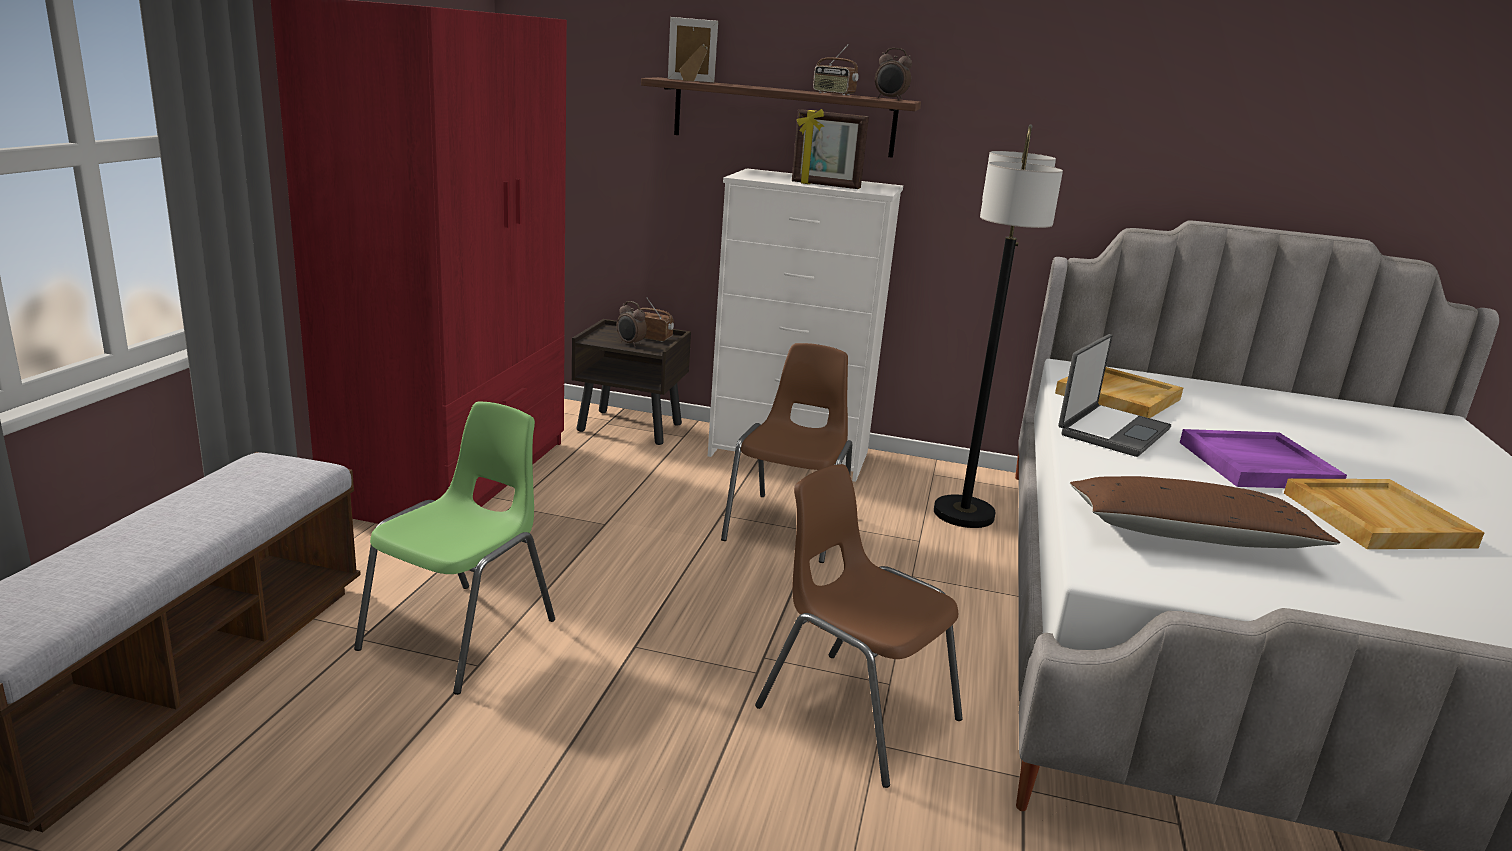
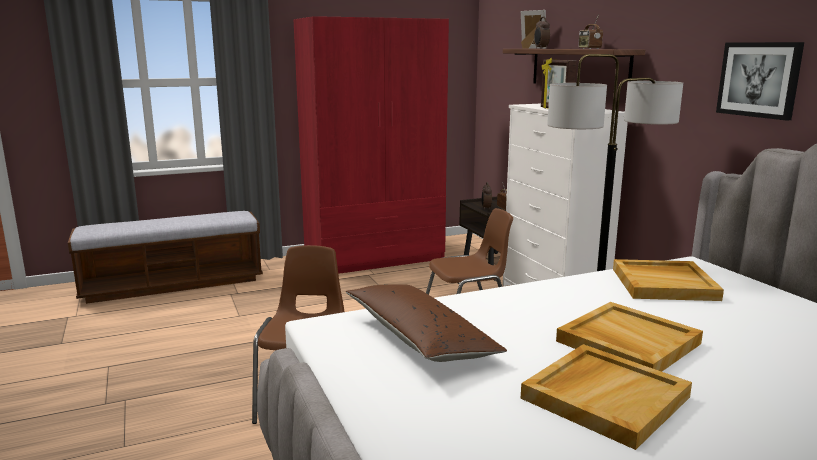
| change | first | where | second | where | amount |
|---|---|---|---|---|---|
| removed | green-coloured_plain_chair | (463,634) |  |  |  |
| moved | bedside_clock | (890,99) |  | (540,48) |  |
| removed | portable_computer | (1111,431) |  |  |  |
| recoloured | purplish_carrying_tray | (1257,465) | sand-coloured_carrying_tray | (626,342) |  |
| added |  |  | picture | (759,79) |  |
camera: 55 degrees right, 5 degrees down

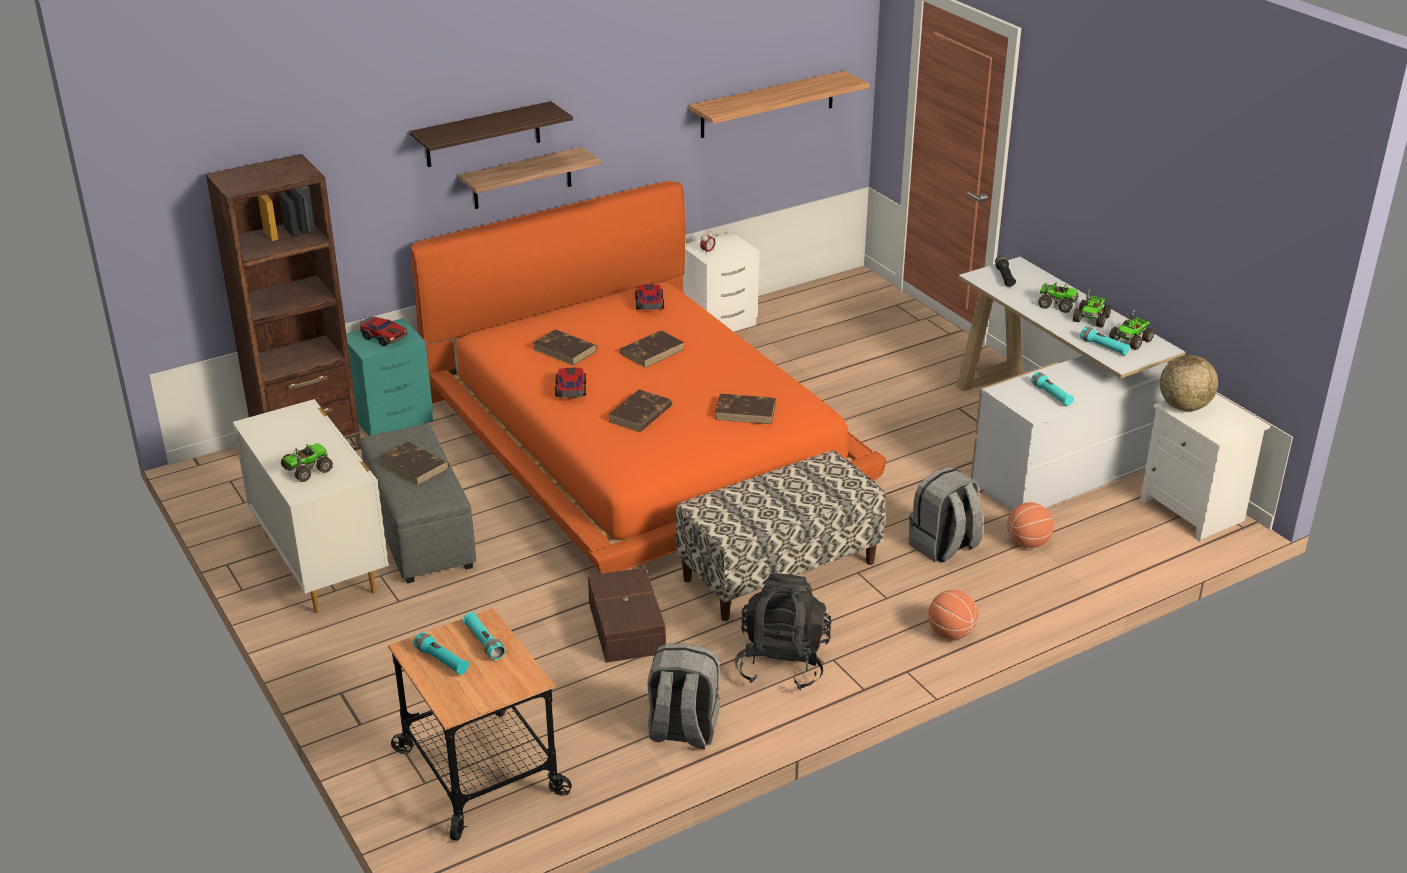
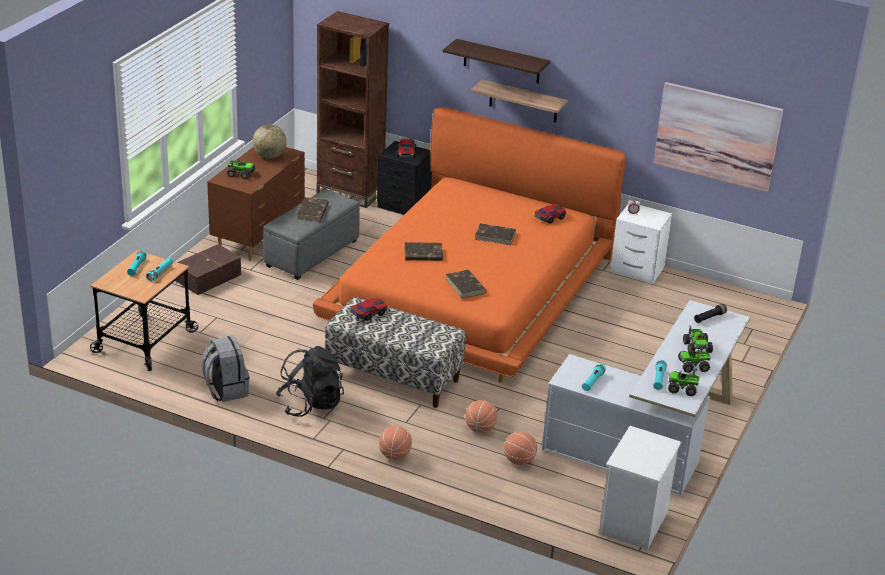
| change | first | where | second | where | amount |
|---|---|---|---|---|---|
| recoloured | white-coloured_dresser | (320,562) | brown-coloured_dresser | (259,236) |  |
| recoloured | turquoise-coloured_nightstand | (394,418) | blackish_nightstand | (404,206) |  |
| removed | brown-coloured_volume | (565,350) |  |  |  |
| moved | model_car | (570,389) |  | (368,313) |  |
| moved | brown-coloured_storage_bin | (625,628) |  | (207,277) |  |
| replaced | bracket_shelf | (767,104) | picture | (717,136) |  |
| replaced | greyish_rucksack | (943,547) | basketball_ball | (480,429) |  |
| moved | desk_globe | (1184,407) |  | (269,156) |  |
camera: 55 degrees right, 0 degrees up

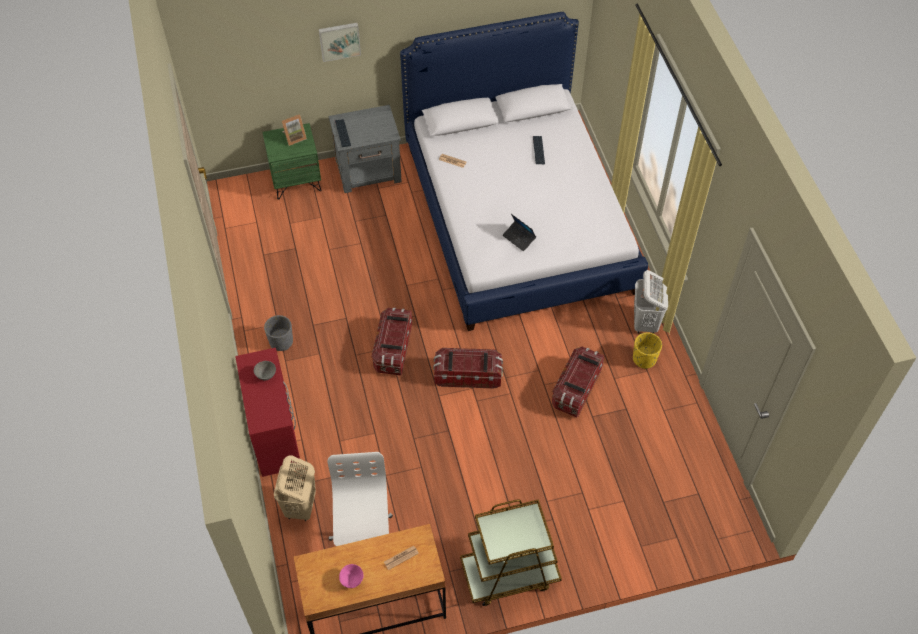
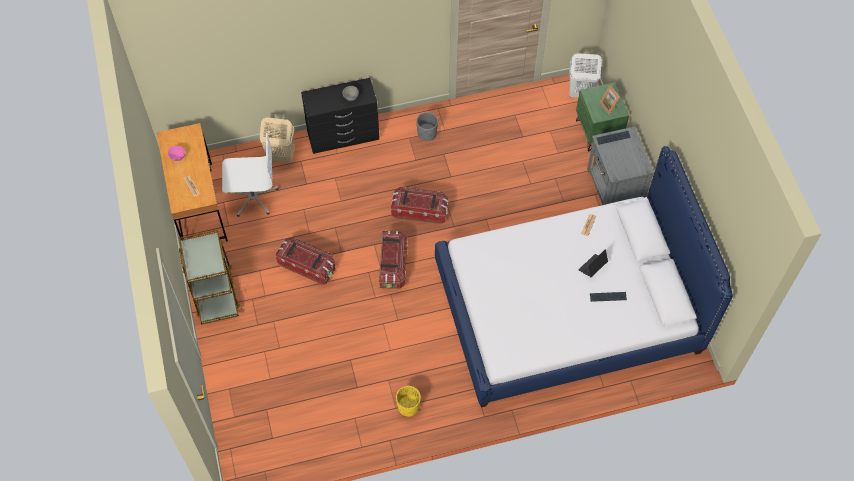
| change | first | where | second | where | amount |
|---|---|---|---|---|---|
| recoloured | red-coloured_dresser | (275,433) | blackish_dresser | (343,136) |  |
| removed | picture | (339,40) |  |  |  |
| moved | portable_computer | (519,238) |  | (592,267) |  |
| moved | storage_bin | (576,389) |  | (307,266) |  |
| moved | white-coloured_hamper | (645,323) |  | (580,92) |  |
camera: 90 degrees right, 5 degrees up

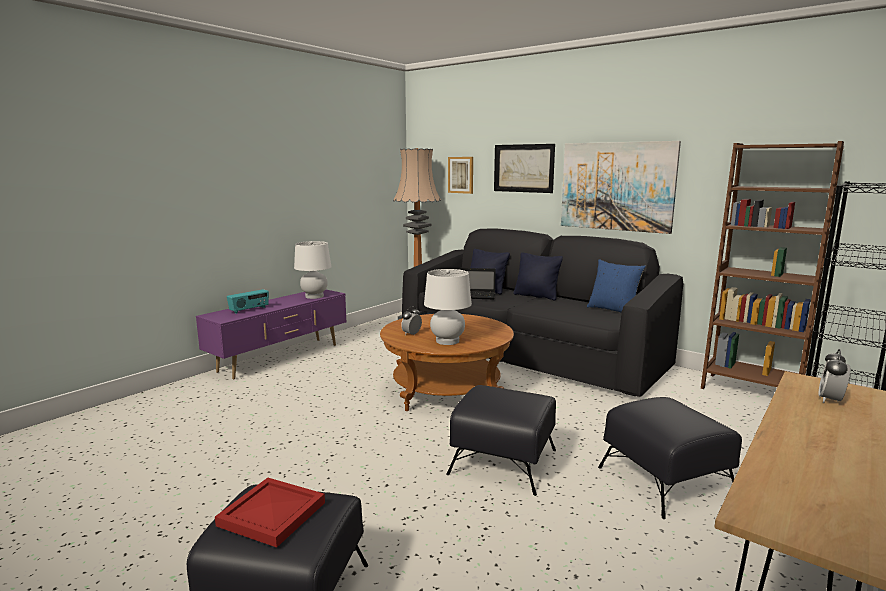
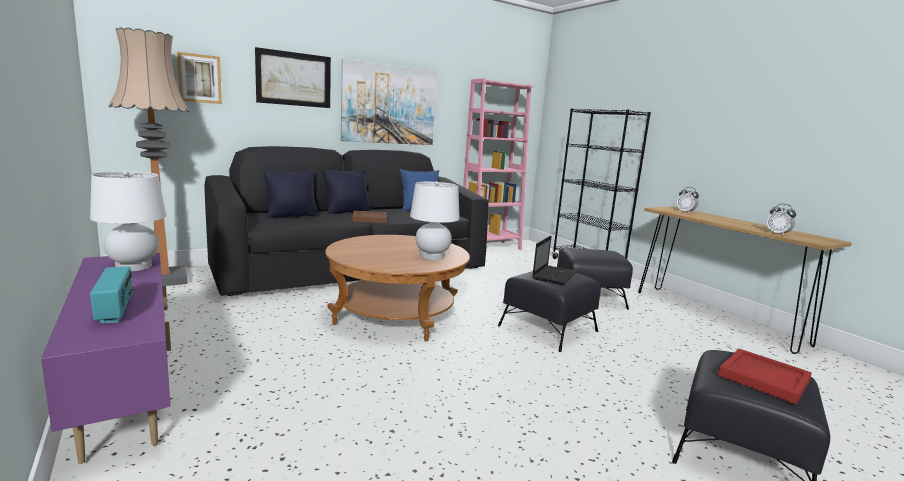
| change | first | where | second | where | amount |
|---|---|---|---|---|---|
| moved | bedside_clock | (411,334) |  | (778,234) |  |
| moved | portable_computer | (477,296) |  | (554,275) |  |
| recoloured | brown-coloured_shelving_unit | (750,391) | pink-coloured_shelving_unit | (490,247) |  |
| added |  |  | brown-coloured_carrying_tray | (369,219) |  |
camera: 70 degrees left, 0 degrees up

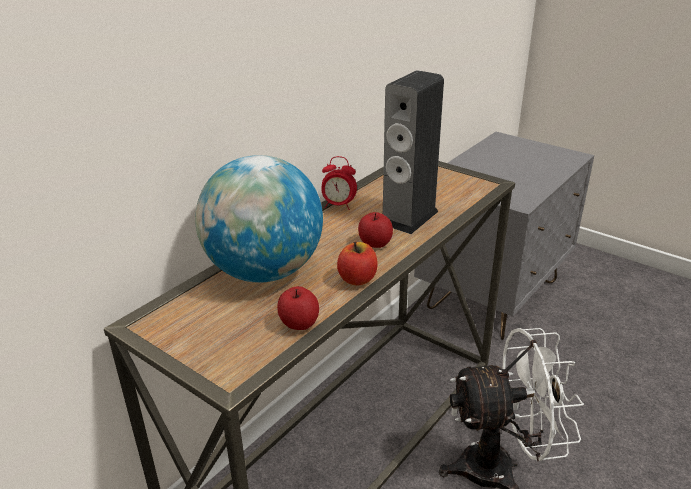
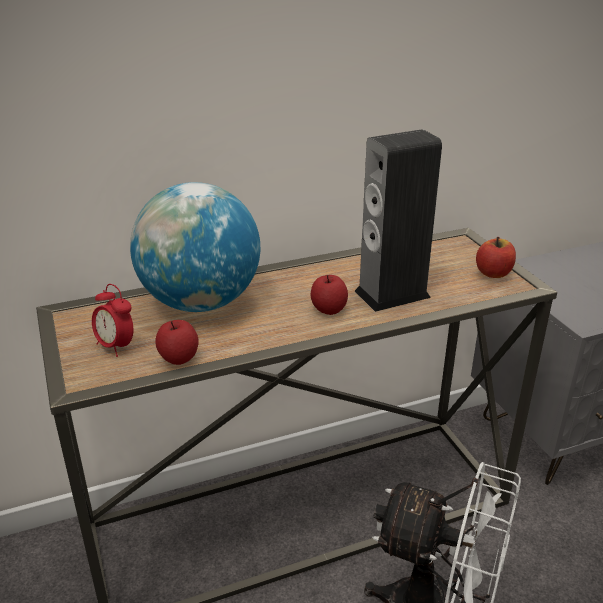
| change | first | where | second | where | amount |
|---|---|---|---|---|---|
| moved | bedside_clock | (338,206) |  | (116,346) |  |
| moved | whole_apple | (357,279) |  | (493,273) |  |
camera: 30 degrees right, 0 degrees up

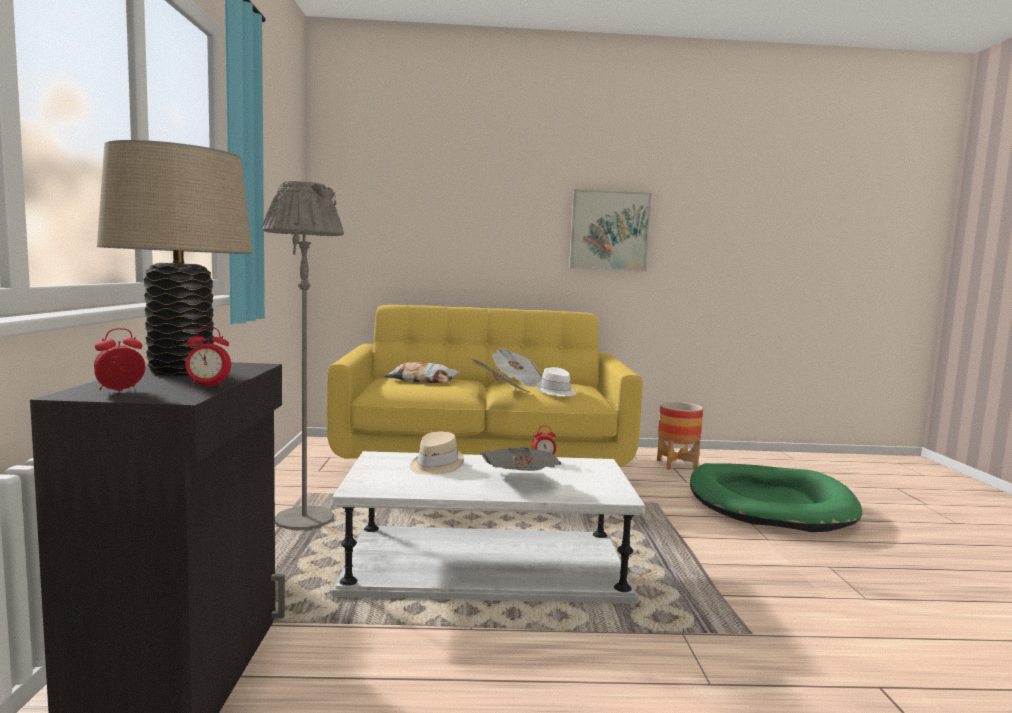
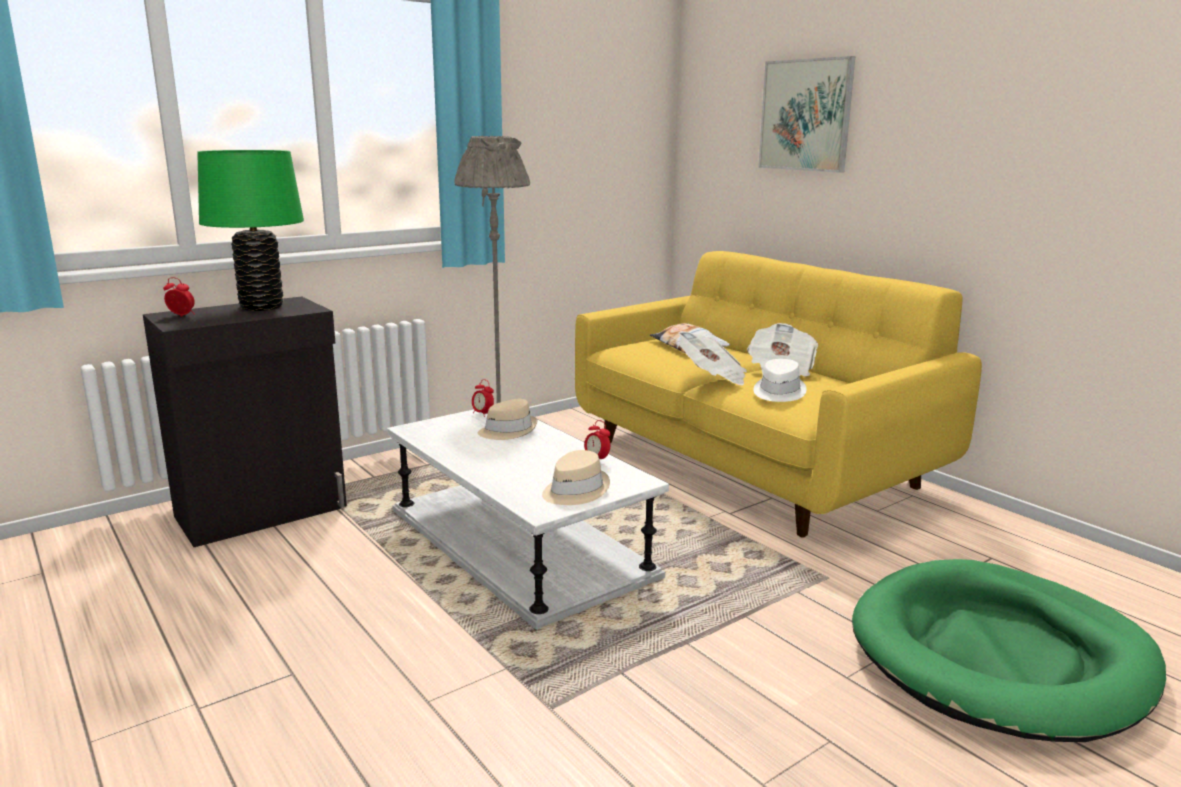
| change | first | where | second | where | amount |
|---|---|---|---|---|---|
| recoloured | sand-coloured_tabletop_lamp | (181,371) | green-coloured_tabletop_lamp | (261,307) |  |
| moved | bedside_clock | (207,387) |  | (483,414) |  |
| removed | printed_paper | (520,482) |  |  |  |
| moved | picture | (609,231) |  | (805,115) |  |
| removed | plant_pot | (677,465) |  |  |  |
| added |  |  | sand-coloured_clothing_hat | (574,491) |  |
camera: 55 degrees right, 10 degrees up

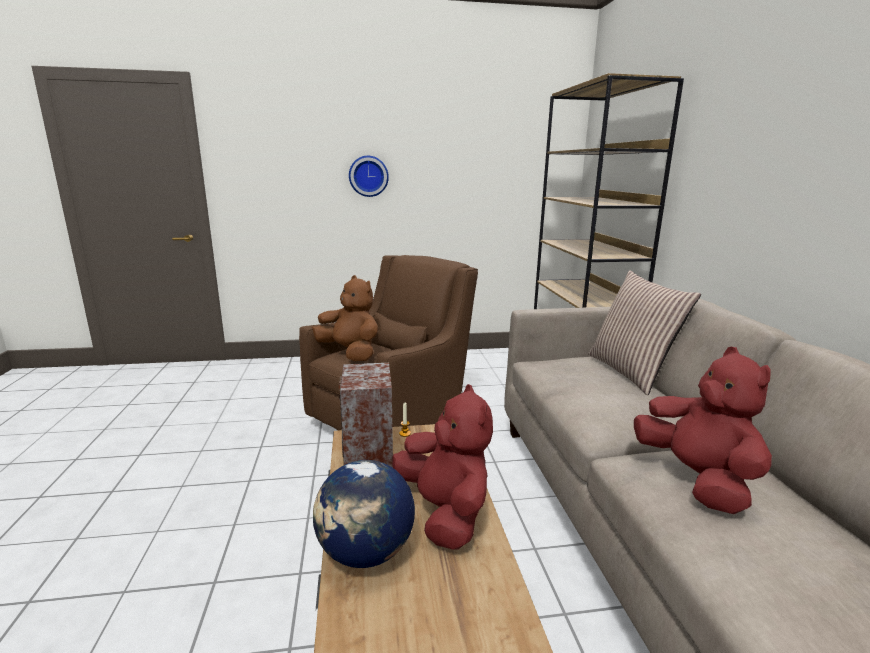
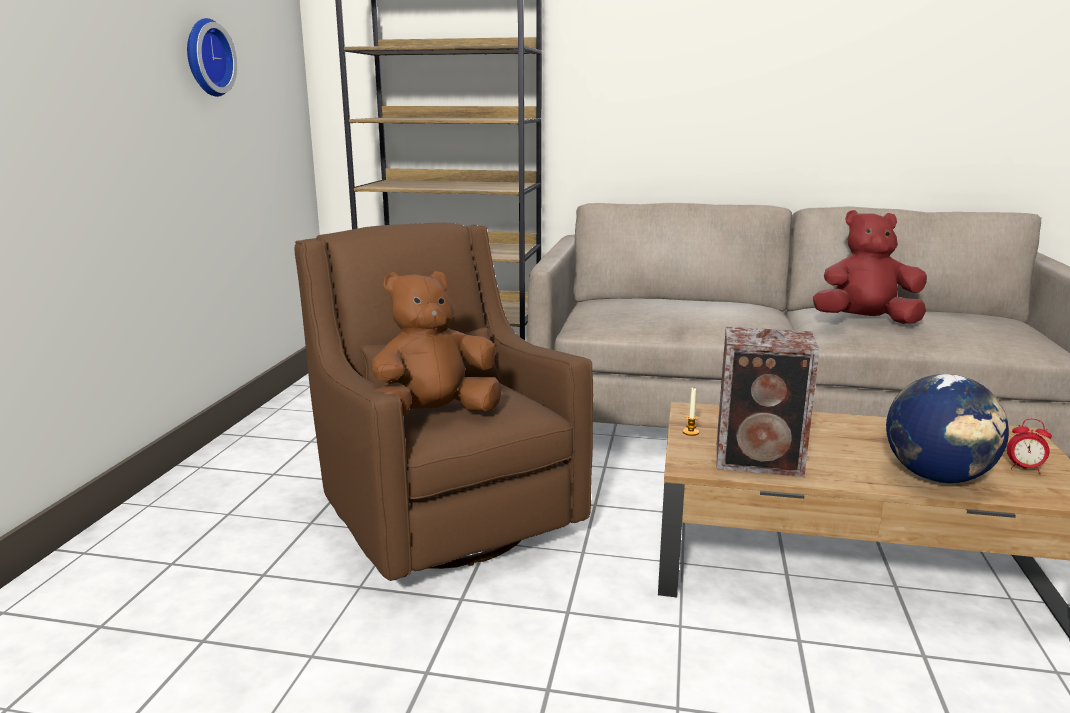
| change | first | where | second | where | amount |
|---|---|---|---|---|---|
| moved | wall_clock | (368,176) |  | (206,58) |  |
| removed | red-coloured_cuddly_toy | (445,512) |  |  |  |
| removed | pillow | (631,372) |  |  |  |
| added |  |  | bedside_clock | (1024,469) |  |
camera: 70 degrees left, 0 degrees up

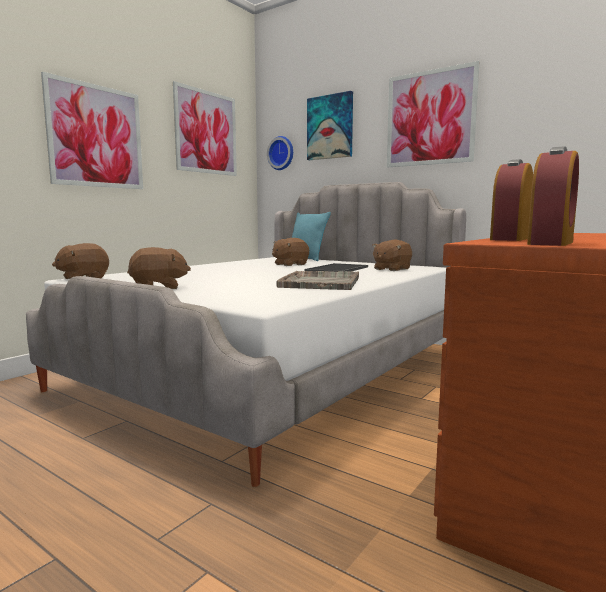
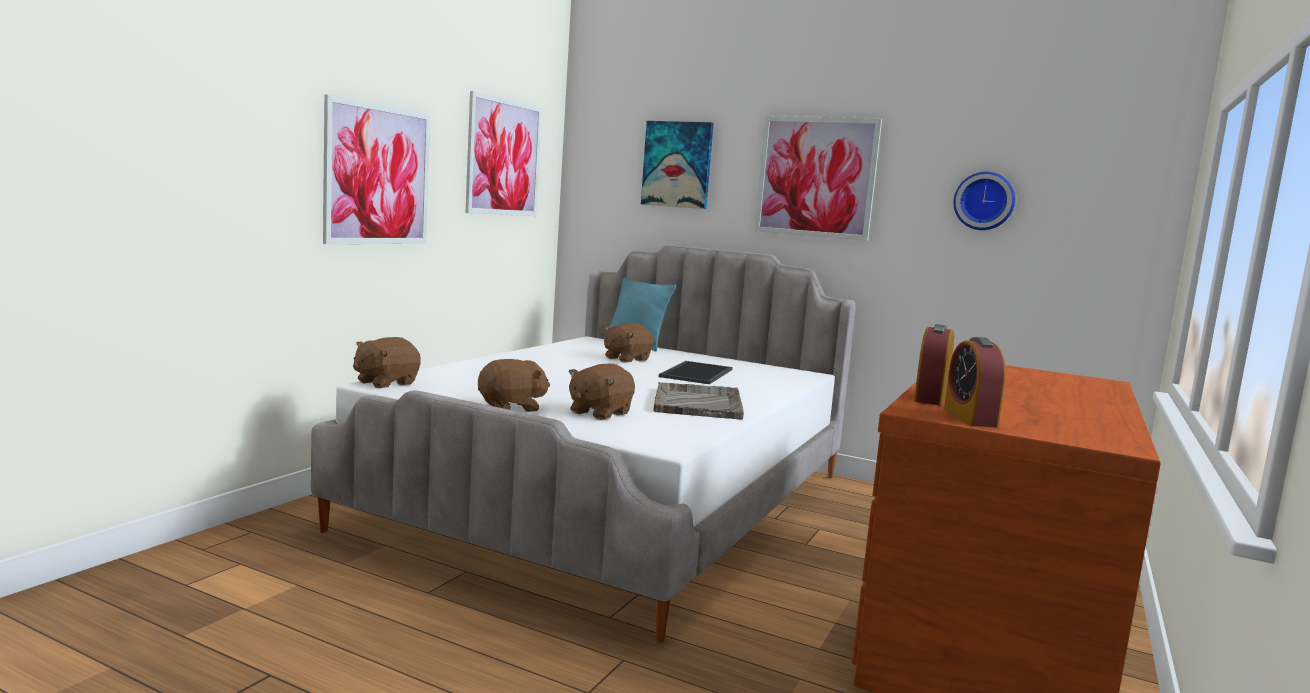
| change | first | where | second | where | amount |
|---|---|---|---|---|---|
| moved | wall_clock | (282,153) |  | (984,201) |  |
| moved | brown-coloured_cuddly_toy | (391,269) |  | (599,413) |  |
| turned | bedside_clock | (550,243) |  | (970,418) | 150 degrees clockwise |
camera: 10 degrees left, 0 degrees up

